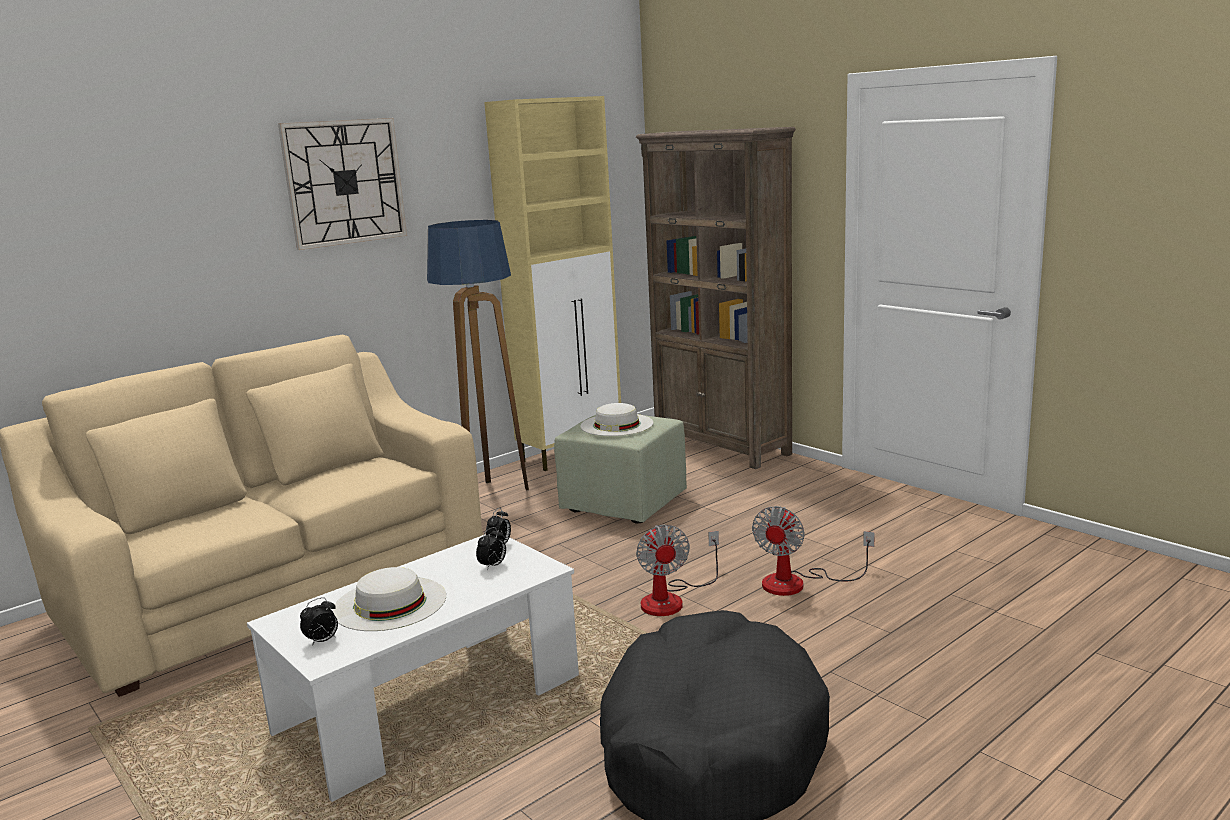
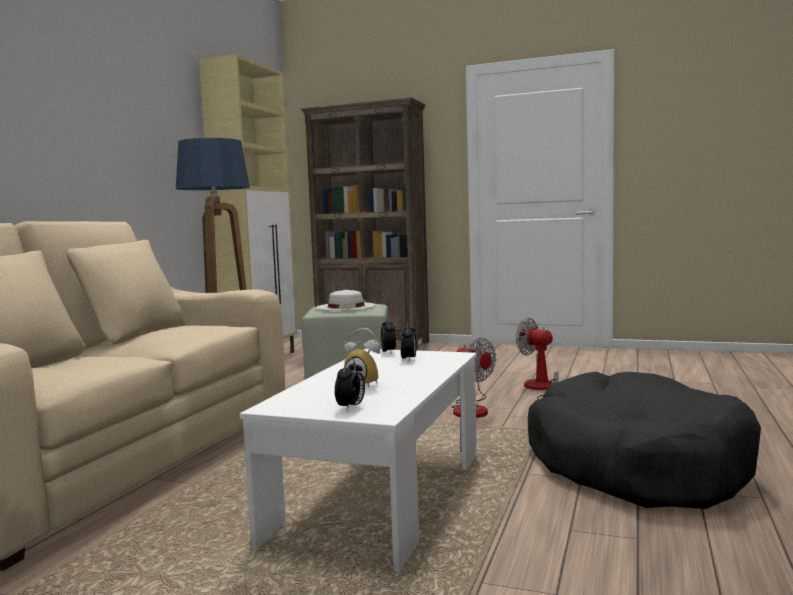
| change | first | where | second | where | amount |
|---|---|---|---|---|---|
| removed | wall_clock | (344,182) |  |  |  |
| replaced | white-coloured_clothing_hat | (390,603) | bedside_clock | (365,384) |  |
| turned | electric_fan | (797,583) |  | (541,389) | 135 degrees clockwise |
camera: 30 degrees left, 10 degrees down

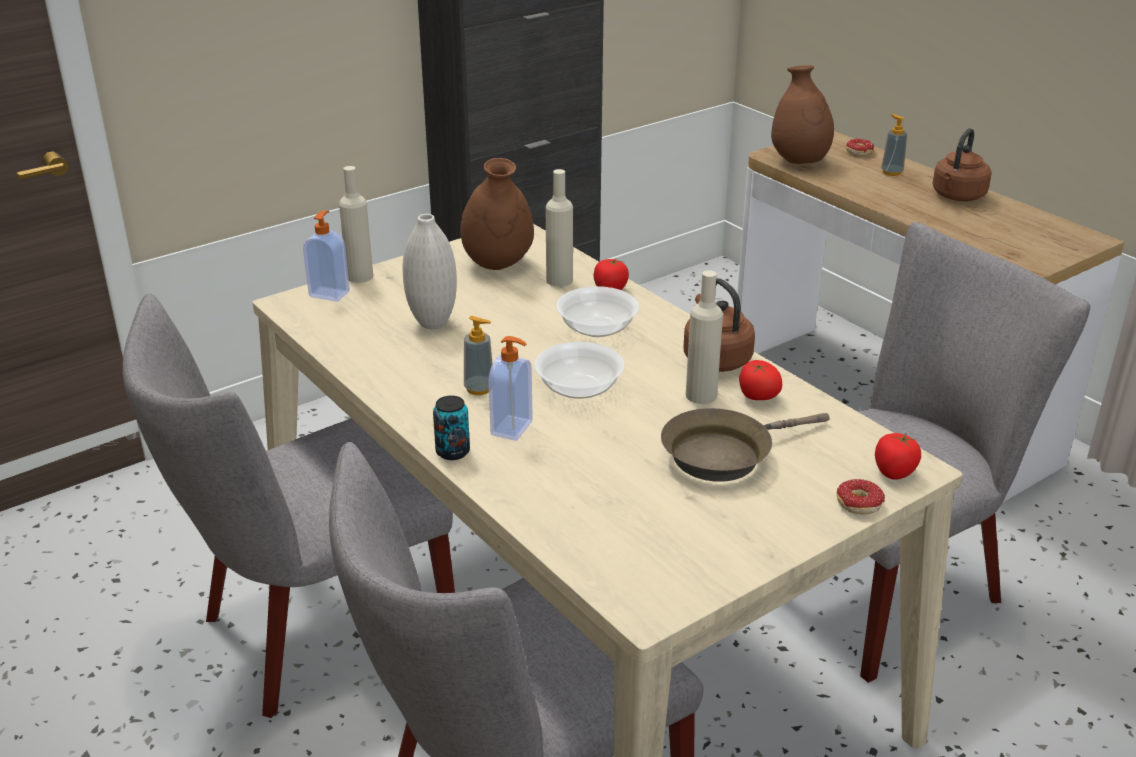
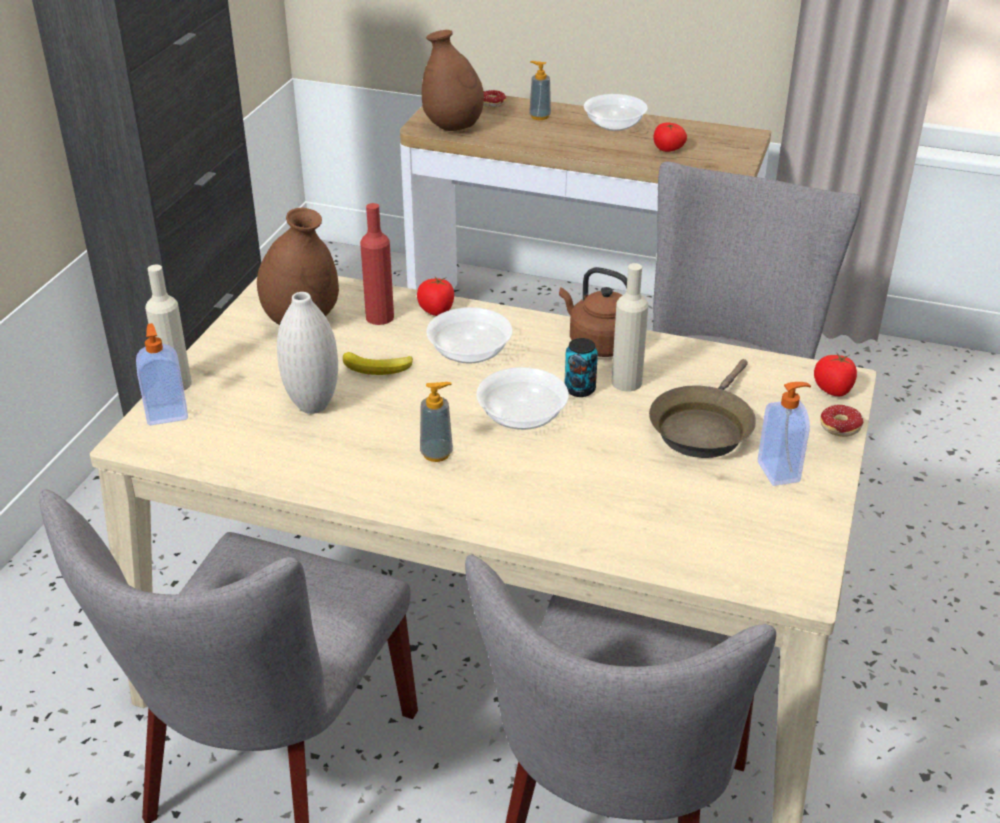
| change | first | where | second | where | amount |
|---|---|---|---|---|---|
| moved | can | (452,452) |  | (579,389) |  |
| moved | soap_dispenser | (513,428) |  | (780,471) |  |
| recoloured | sand-coloured_beverage_bottle | (559,280) | red-coloured_beverage_bottle | (379,317) |  |
| moved | whole_tomato | (757,396) |  | (668,149) |  |
| replaced | brown-coloured_tea_kettle | (957,196) | bowl | (614,125) |  |
| added |  |  | whole_banana | (378,368) |  |
camera: 35 degrees left, 5 degrees up

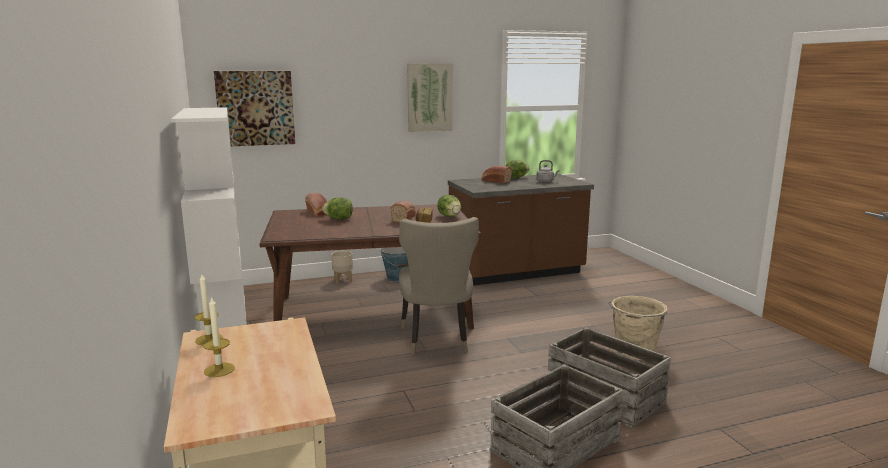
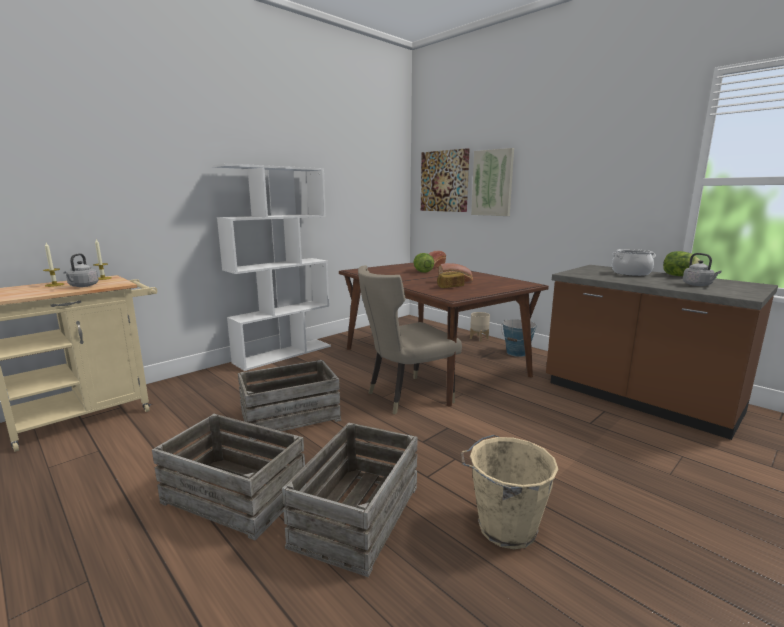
| change | first | where | second | where | amount |
|---|---|---|---|---|---|
| moved | picture | (429,97) |  | (492,183) |  |
| removed | lettuce_head | (449,216) |  |  |  |
| replaced | bread | (495,181) | cooking_pot | (631,273) |  |
| added |  |  | greyish_tea_kettle | (83,286) |  |
| added |  |  | packing_crate | (290,416) |  |
camera: 65 degrees right, 0 degrees up

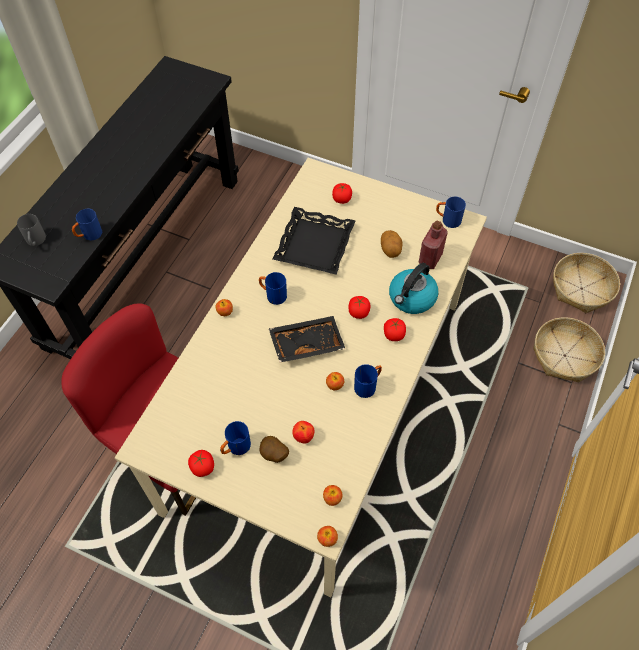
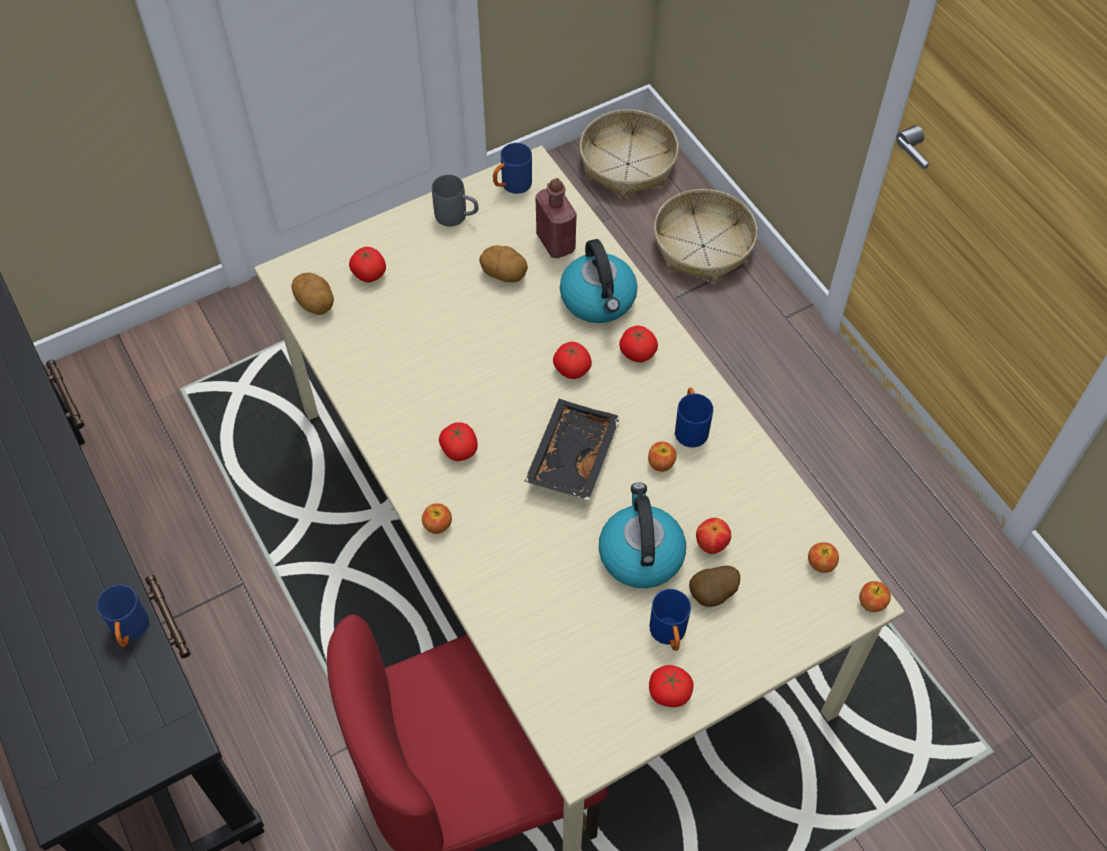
| change | first | where | second | where | amount |
|---|---|---|---|---|---|
| moved | greyish_coffee_mug | (36,242) |  | (457,217) |  |
| replaced | bluish_coffee_mug | (273,295) | whole_tomato | (459,450) |  |
| removed | blackish_carrying_tray | (314,245) |  |  |  |
| added |  |  | spud | (316,303) |  |
| added |  |  | tea_kettle | (640,553) |  |
camera: 55 degrees left, 0 degrees up

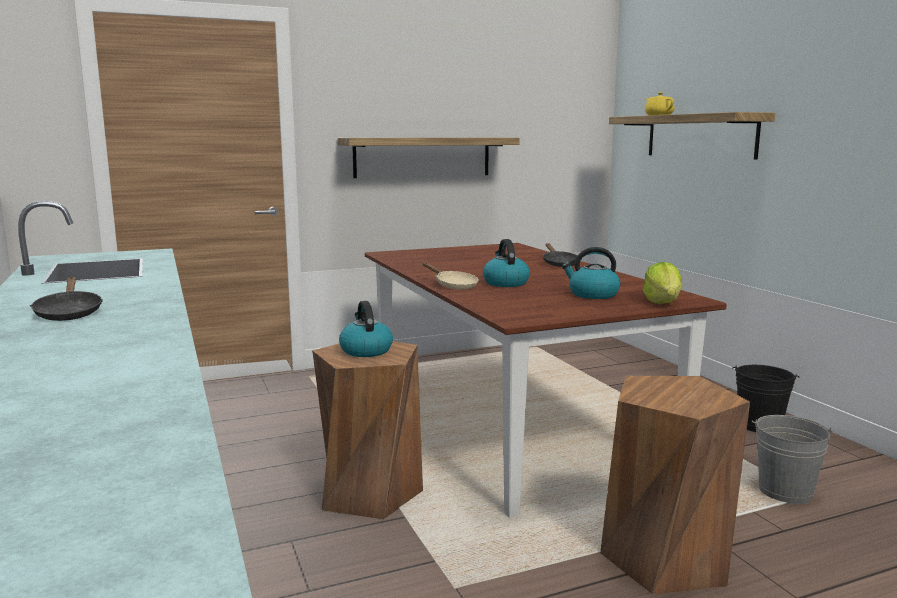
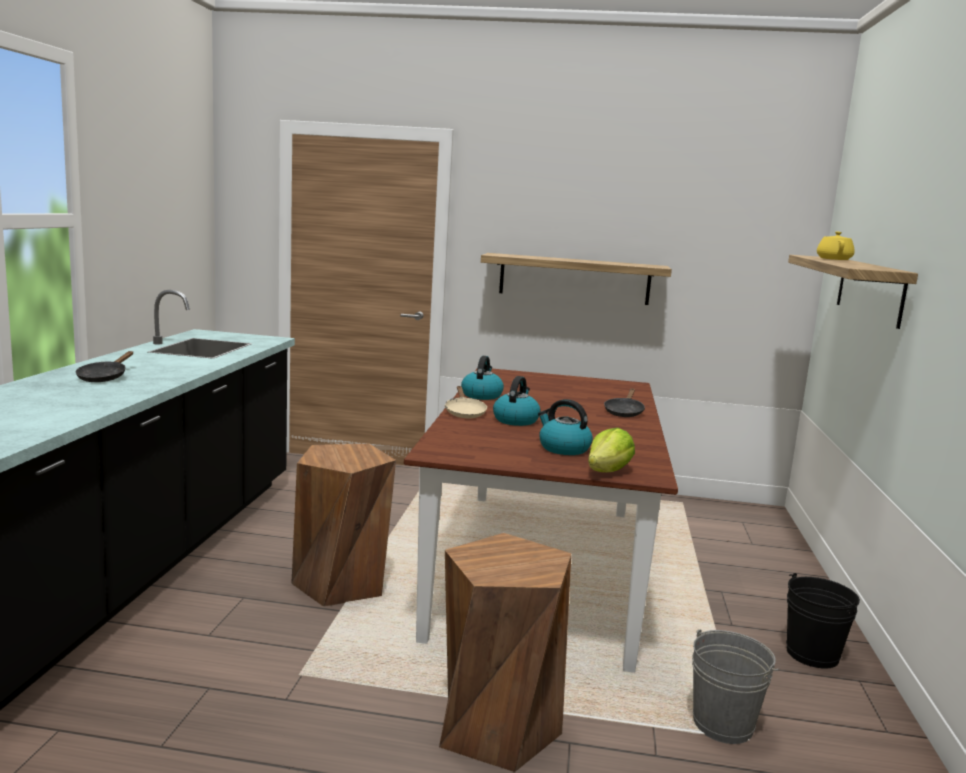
| change | first | where | second | where | amount |
|---|---|---|---|---|---|
| moved | tea_kettle | (365,350) |  | (481,395) |  |
camera: 30 degrees right, 0 degrees up

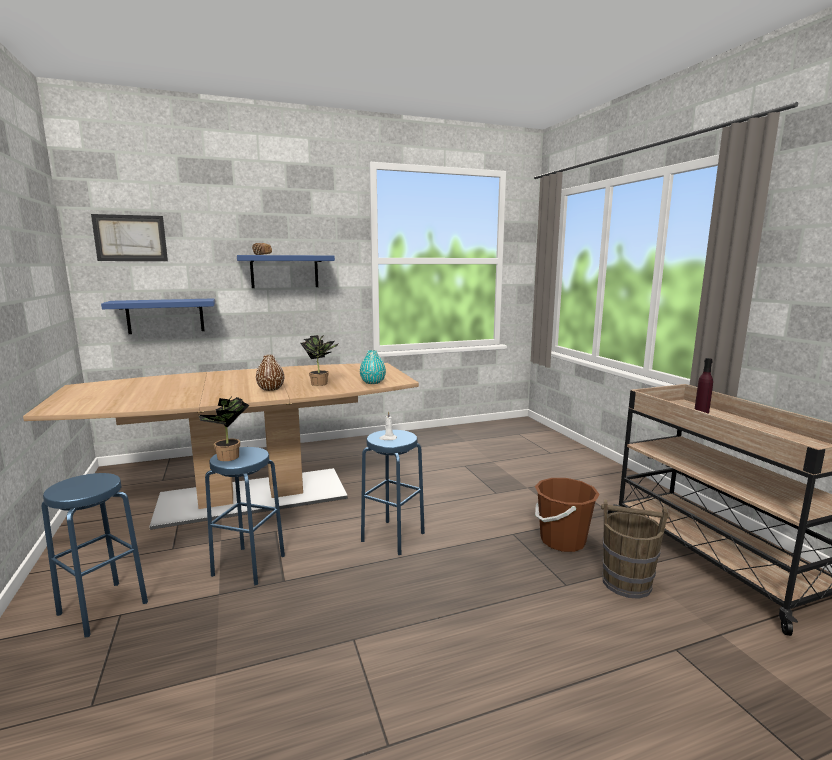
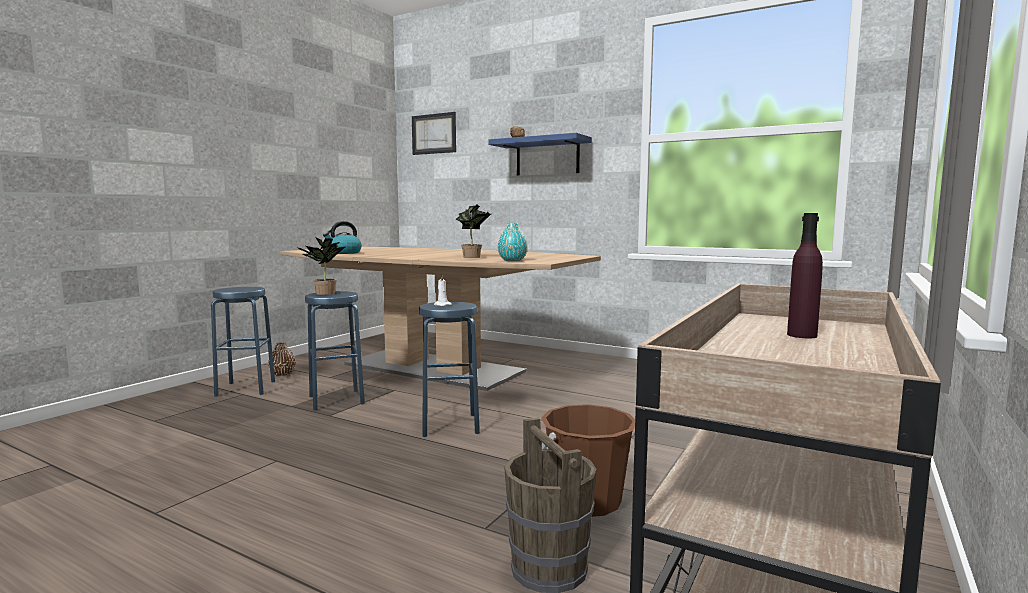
| change | first | where | second | where | amount |
|---|---|---|---|---|---|
| removed | bluish_bracket_shelf | (165,316) |  |  |  |
| moved | brown-coloured_vase | (271,389) |  | (282,374) |  |
| added |  |  | tea_kettle | (344,253) |  |
camera: 50 degrees right, 5 degrees down

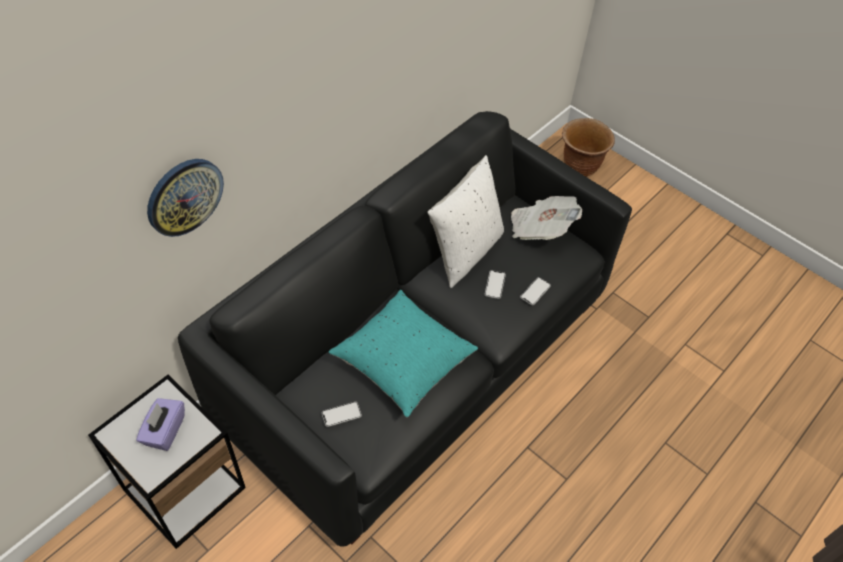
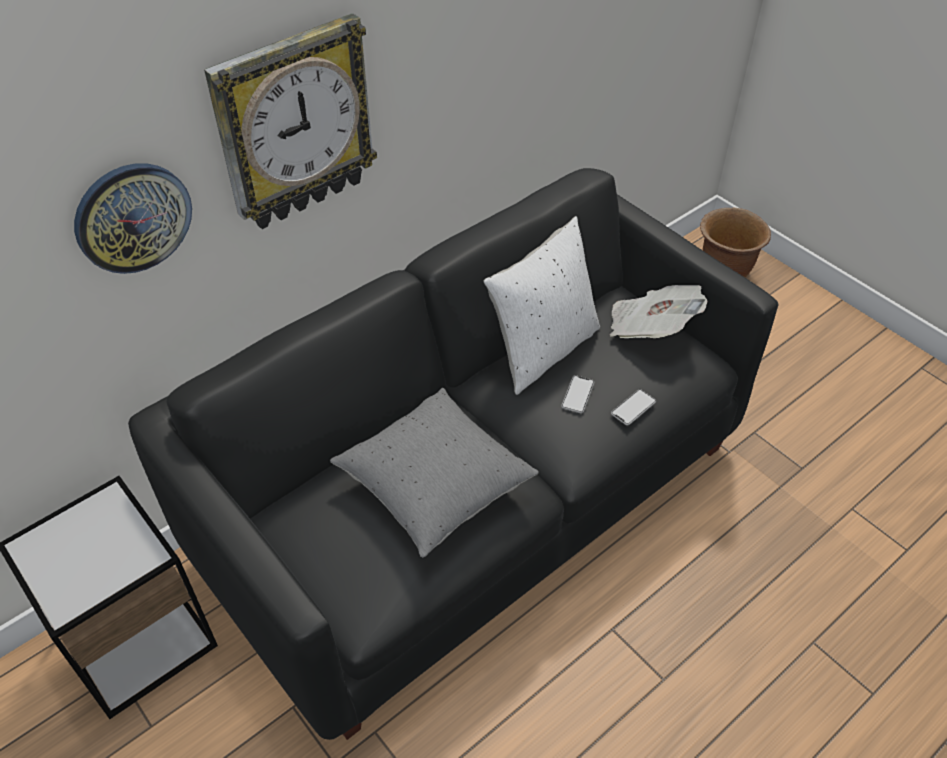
| change | first | where | second | where | amount |
|---|---|---|---|---|---|
| removed | purplish_tissue_box | (164,431) |  |  |  |
| removed | handset | (341,414) |  |  |  |
| recoloured | turquoise-coloured_pillow | (403,362) | greyish_pillow | (434,486) |  |
| added |  |  | wall_clock | (294,125) |  |
camera: 10 degrees right, 5 degrees down

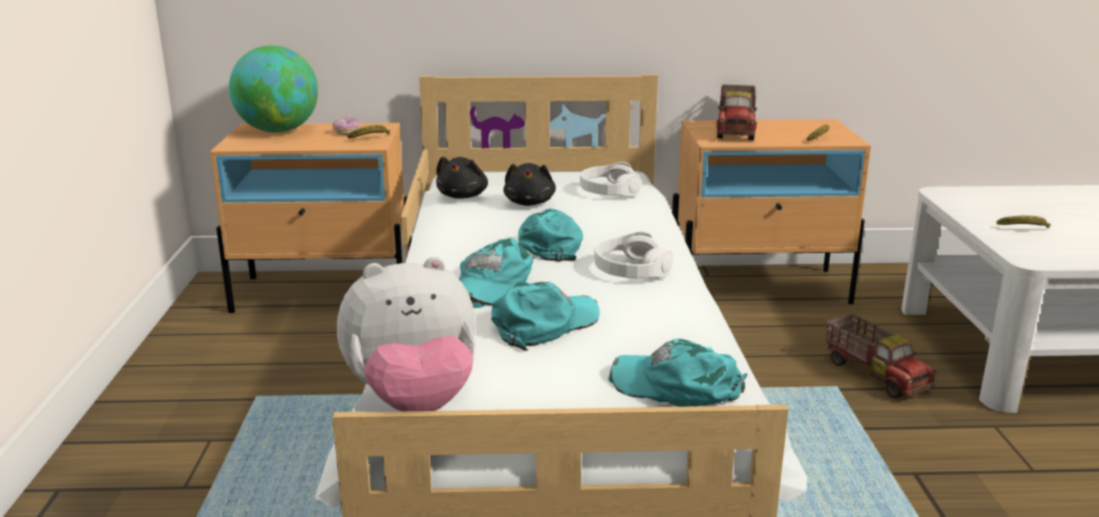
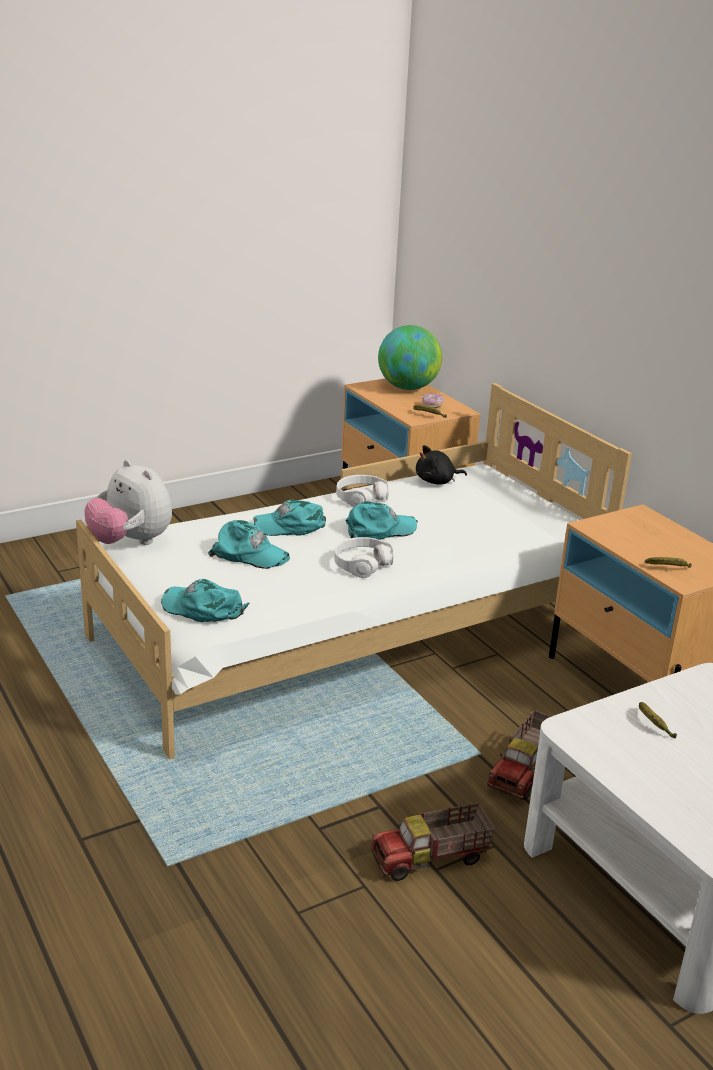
| change | first | where | second | where | amount |
|---|---|---|---|---|---|
| removed | blackish_cuddly_toy | (529,203) |  |  |  |
| moved | white-coloured_pair_of_headphones | (609,190) |  | (361,497) |  |
| turned | turquoise-coloured_baseball_cap | (678,385) |  | (203,608) | 60 degrees counterclockwise |
| moved | model_truck | (736,130) |  | (431,859) |  |
camera: 60 degrees right, 5 degrees up

